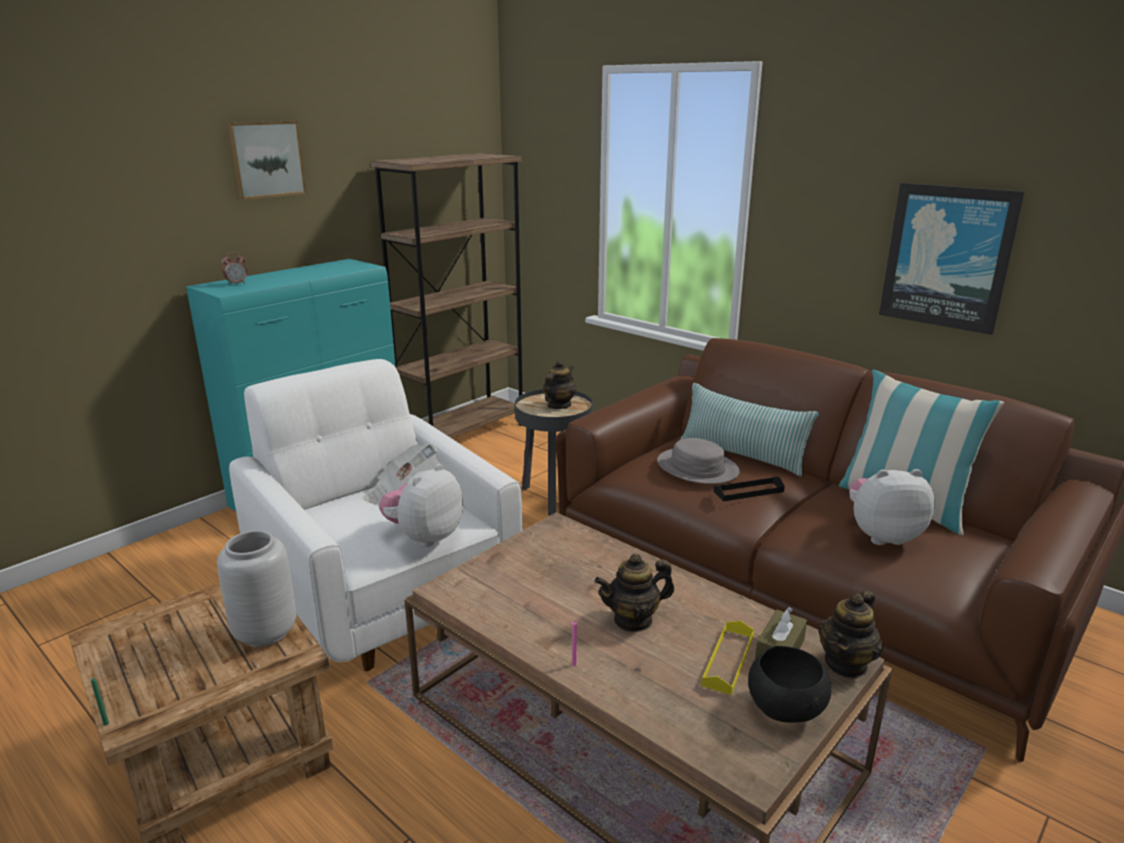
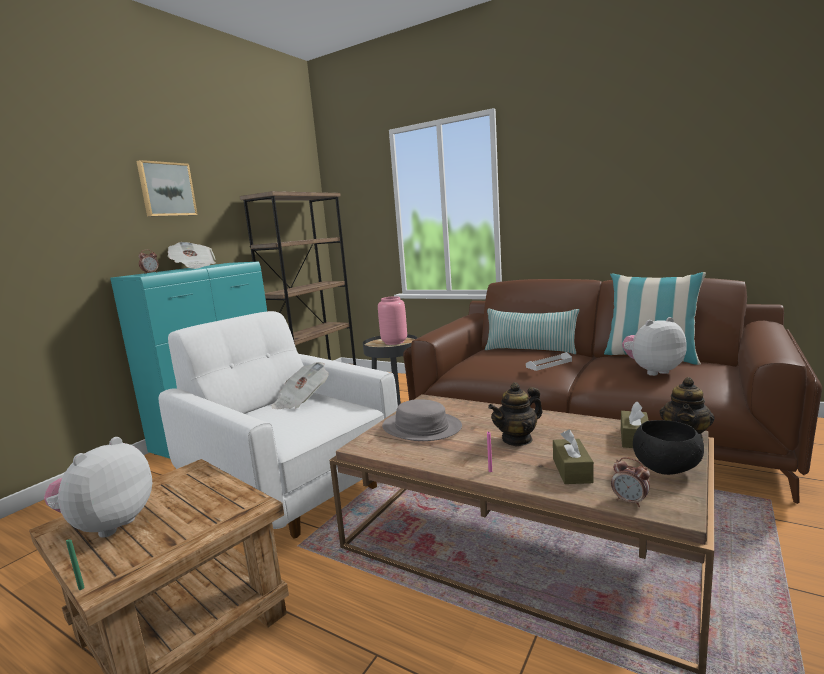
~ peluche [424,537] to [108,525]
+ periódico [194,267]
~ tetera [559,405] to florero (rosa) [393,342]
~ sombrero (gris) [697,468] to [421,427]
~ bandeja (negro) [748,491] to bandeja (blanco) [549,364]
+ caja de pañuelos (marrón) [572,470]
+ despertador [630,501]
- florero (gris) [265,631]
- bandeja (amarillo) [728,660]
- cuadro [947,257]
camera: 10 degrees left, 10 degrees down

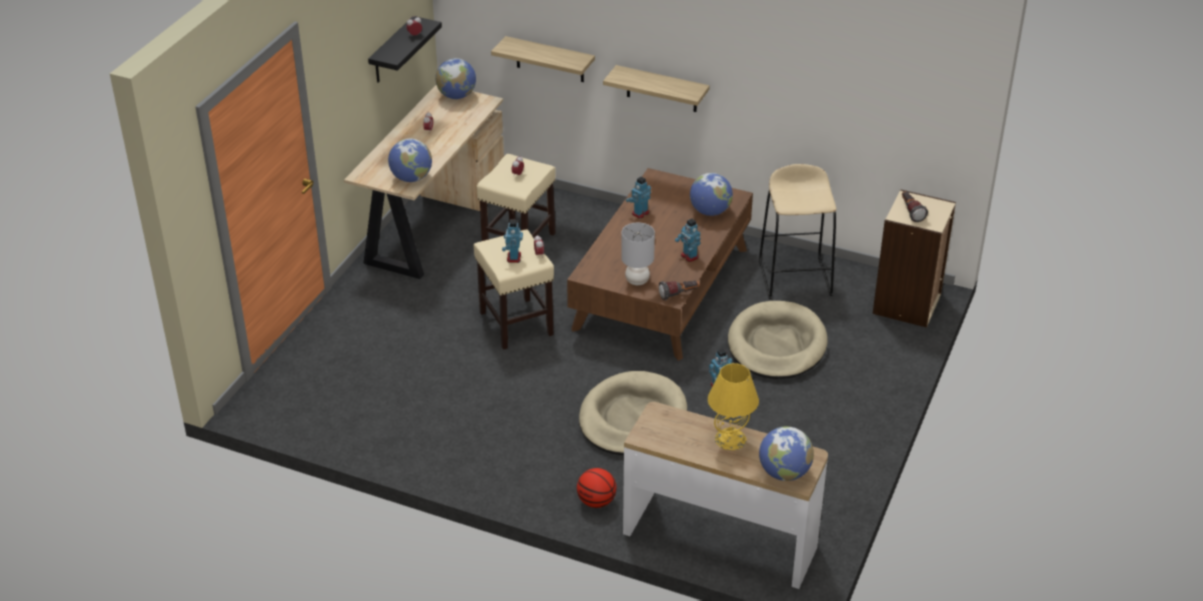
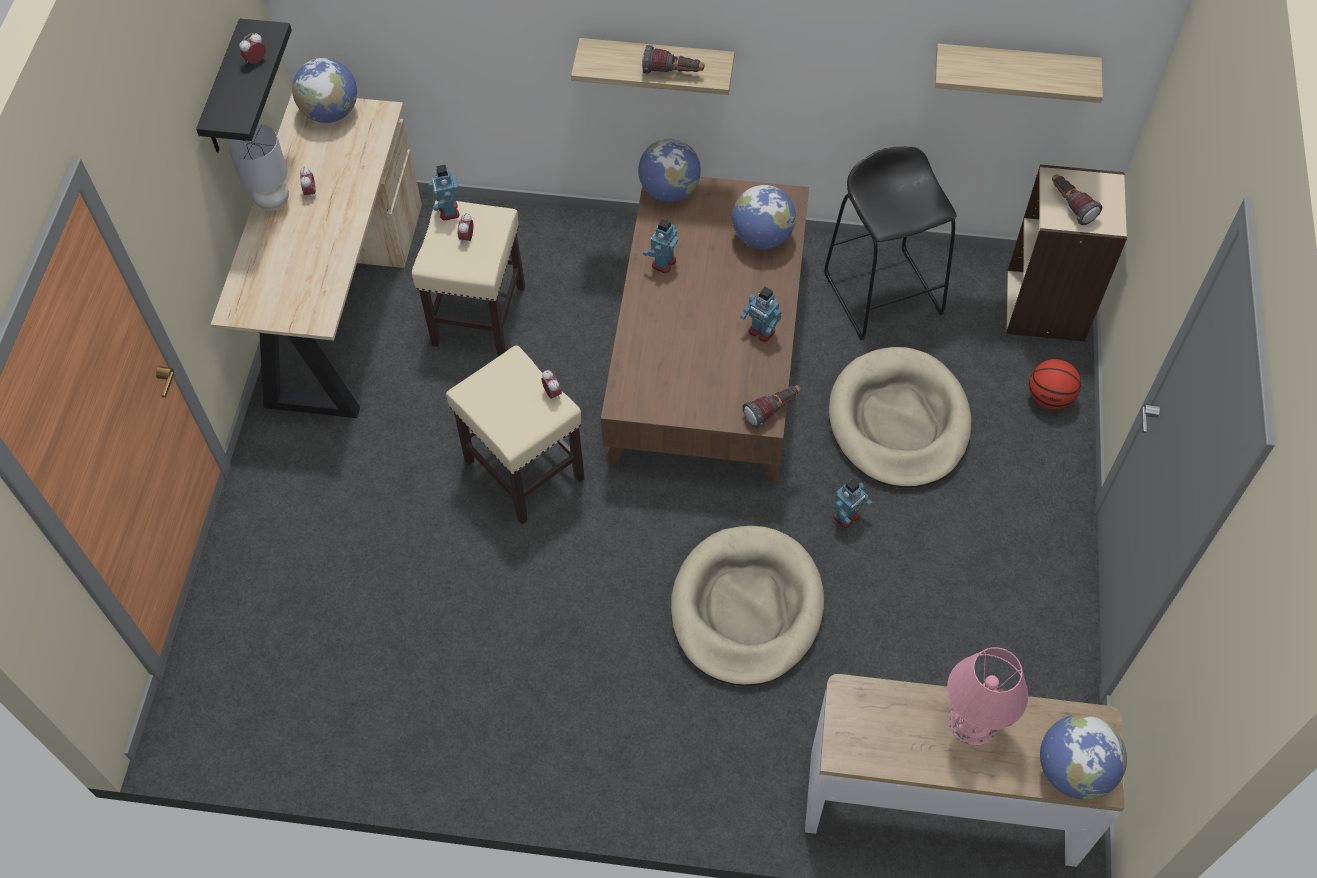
~ lámpara de mesa (gris) [637,281] to [272,202]
~ robot de juguete [513,258] to [448,211]
~ globo terráqueo [411,178] to [669,191]
+ linterna [673,73]
~ taburete (beis) [795,278] to taburete (negro) [883,293]
~ estante [550,60] to [1014,70]
~ lámpara de mesa (amarillo) [730,439] to lámpara de mesa (rosa) [973,721]
~ balón de baloncesto [596,501] to [1049,397]
camera: 15 degrees left, 20 degrees up

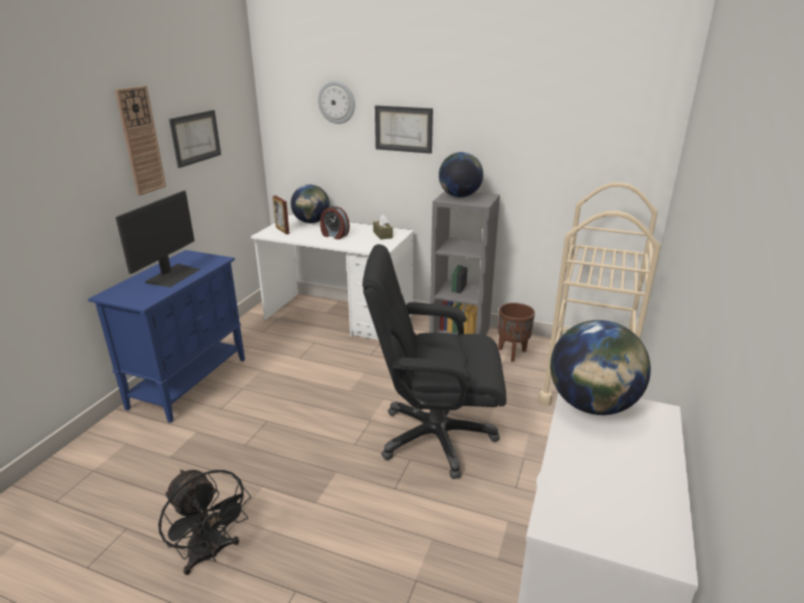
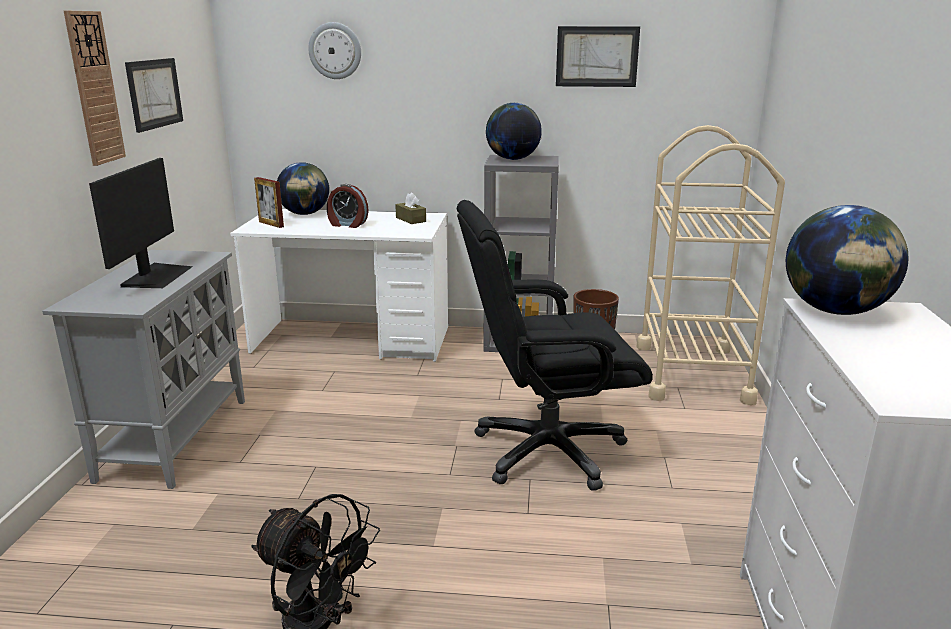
~ armario (azul) [189,382] to armario (gris) [175,437]
~ cuadro [403,129] to [597,56]
camera: 15 degrees left, 5 degrees down

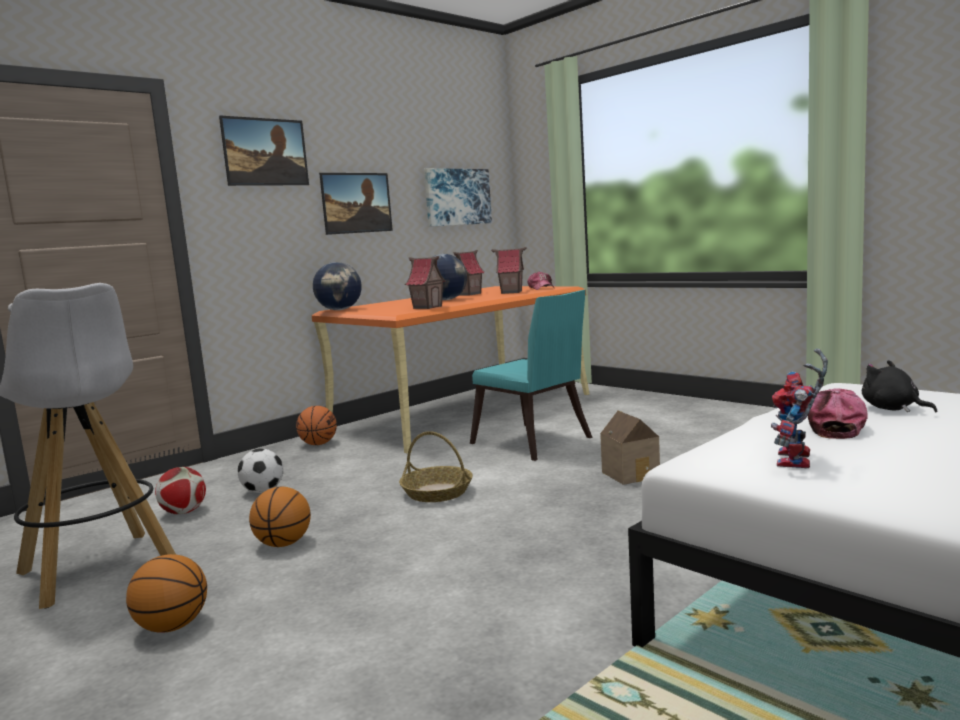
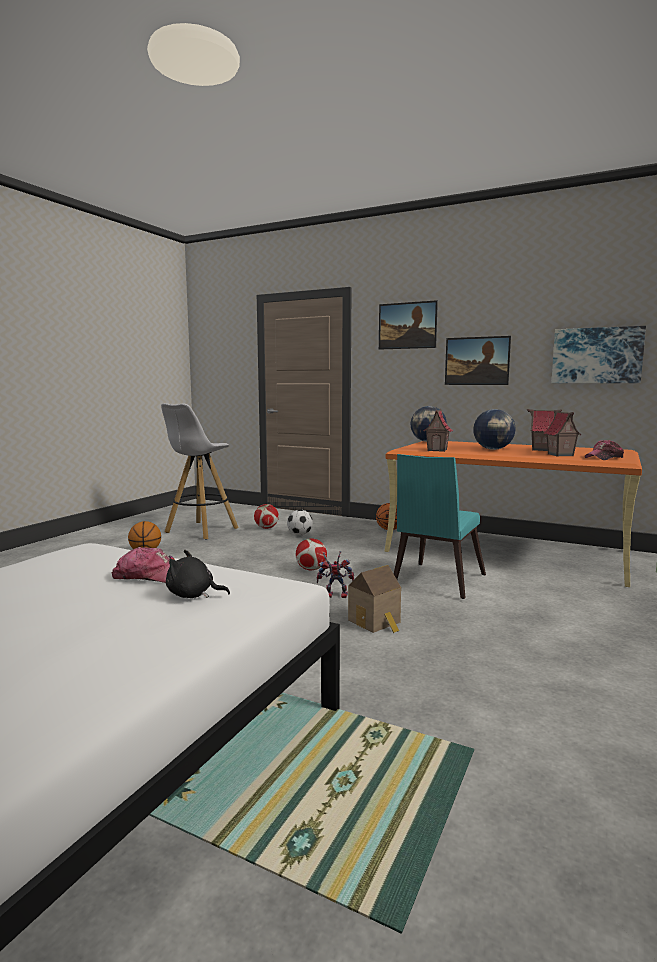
~ peluche (negro) [892,409] = [193,595] 120 degrees counterclockwise
~ cesta [437,492] to balón de fútbol [311,569]
~ robot de juguete [798,462] to [334,596]
- balón de baloncesto [283,544]
camera: 70 degrees right, 0 degrees up

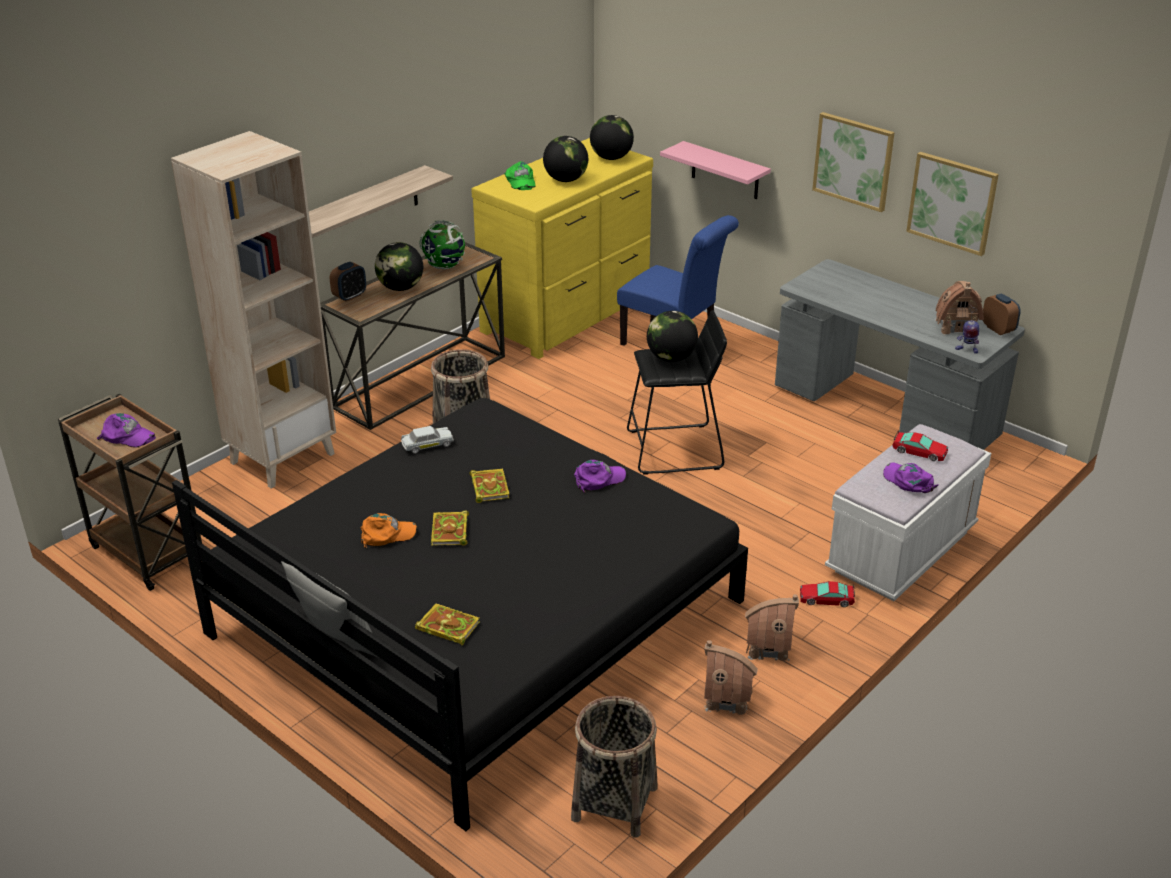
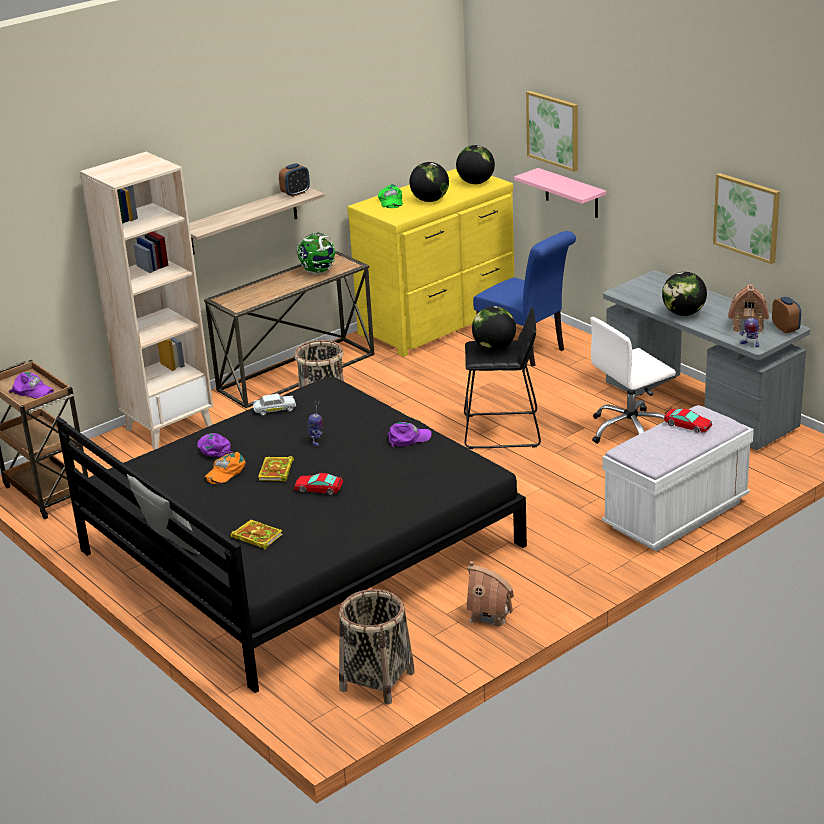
~ gorra (morado) [908,481] to [214,448]
~ gorra (naranja) [387,534] = [225,471] 135 degrees clockwise
~ despertador [350,296] to [295,193]
~ coche de juguete [826,599] to [319,488]
~ libro [489,487] to robot de juguete [316,441]
~ cuadro [853,161] to [553,130]
+ silla de oficina (blanco) [630,430]
~ globo terráqueo [401,288] to [683,313]
- casita [768,646]
camera: 10 degrees right, 5 degrees down

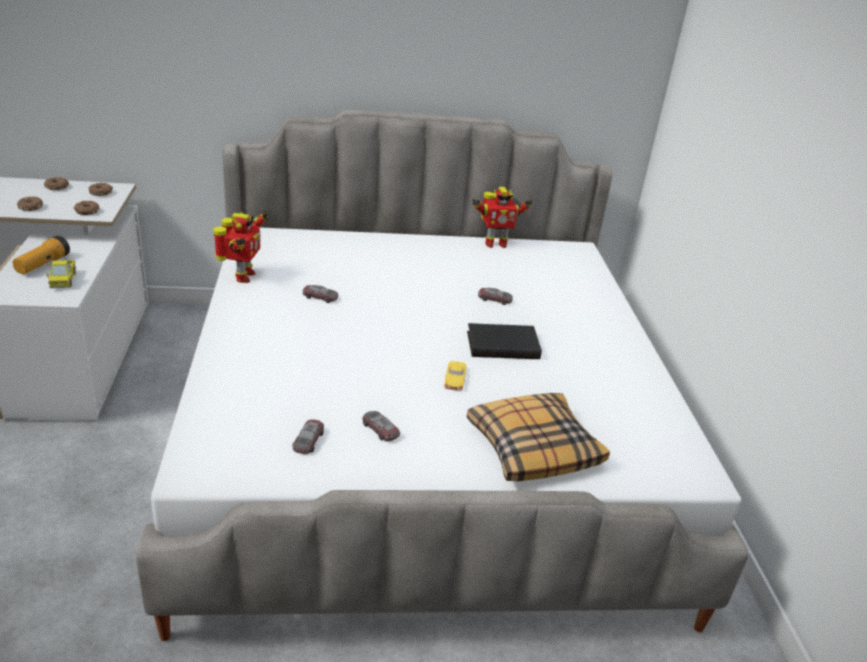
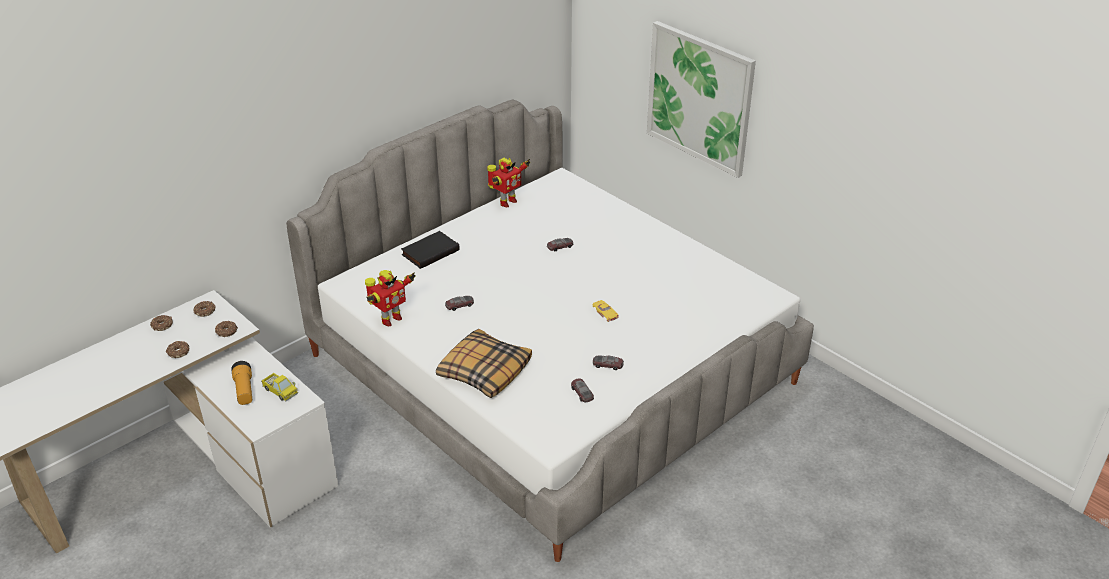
~ robot de juguete [242,277] = [390,319] 75 degrees clockwise
~ libro (negro) [503,344] to [430,252]
~ cojín [533,447] to [484,371]
+ cuadro [699,98]
camera: 35 degrees left, 5 degrees up

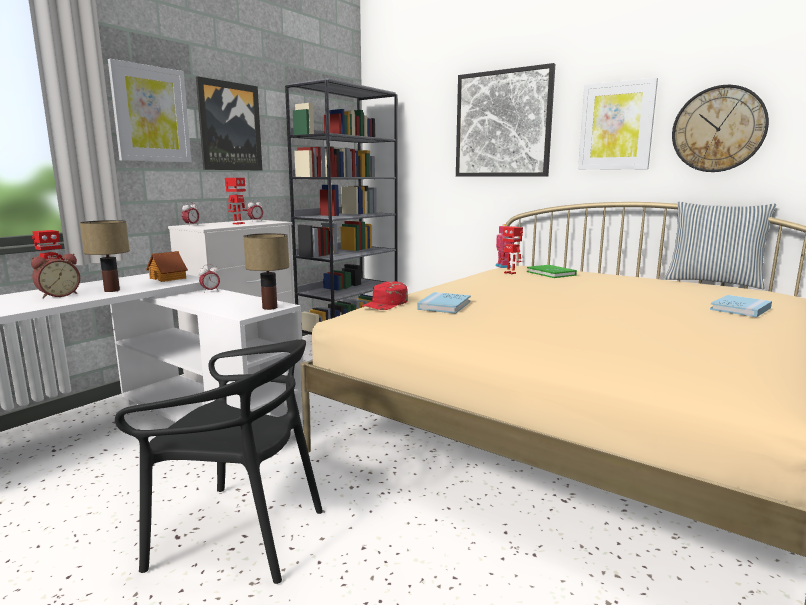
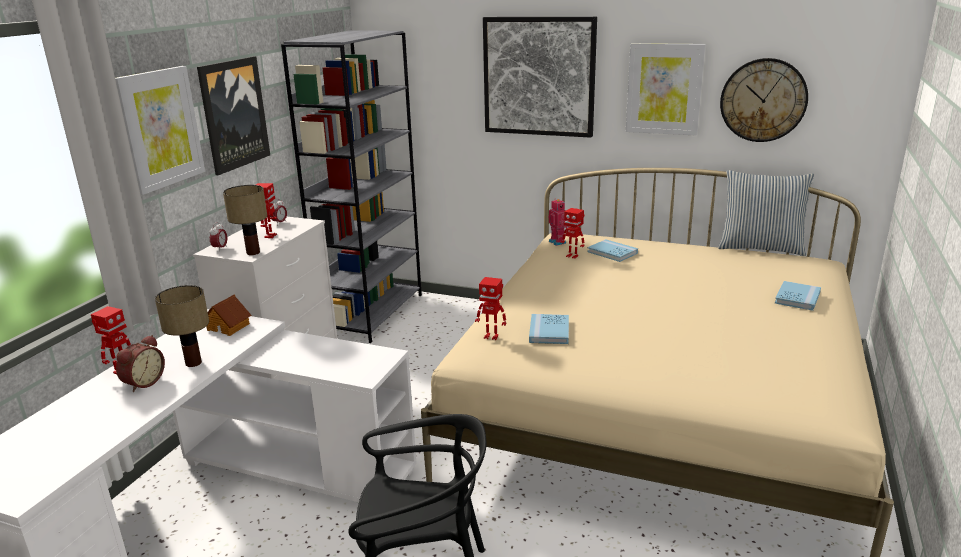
~ lámpara de mesa [269,307] to [252,253]
~ gorra (rojo) [385,304] to robot de juguete [491,336]
~ libro (verde) [551,273] to libro (azul) [612,252]
- despertador [210,291]
camera: 15 degrees left, 10 degrees up

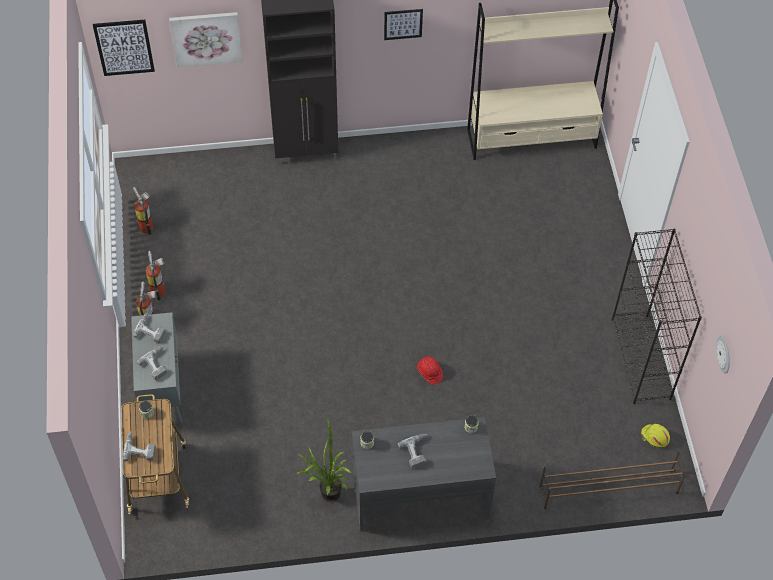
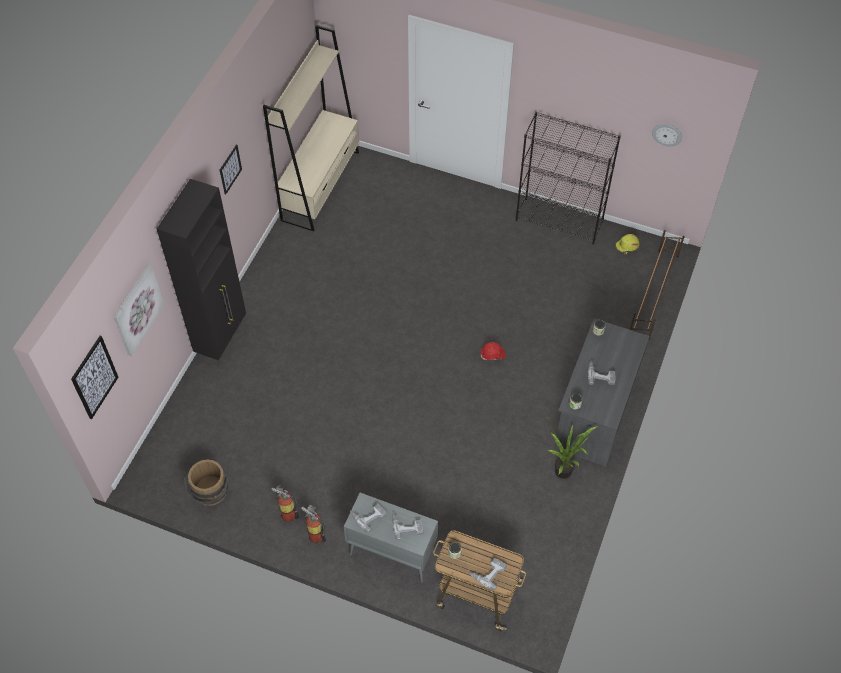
~ extintor [146,225] to cubo (marrón) [210,494]
camera: 60 degrees left, 0 degrees up

